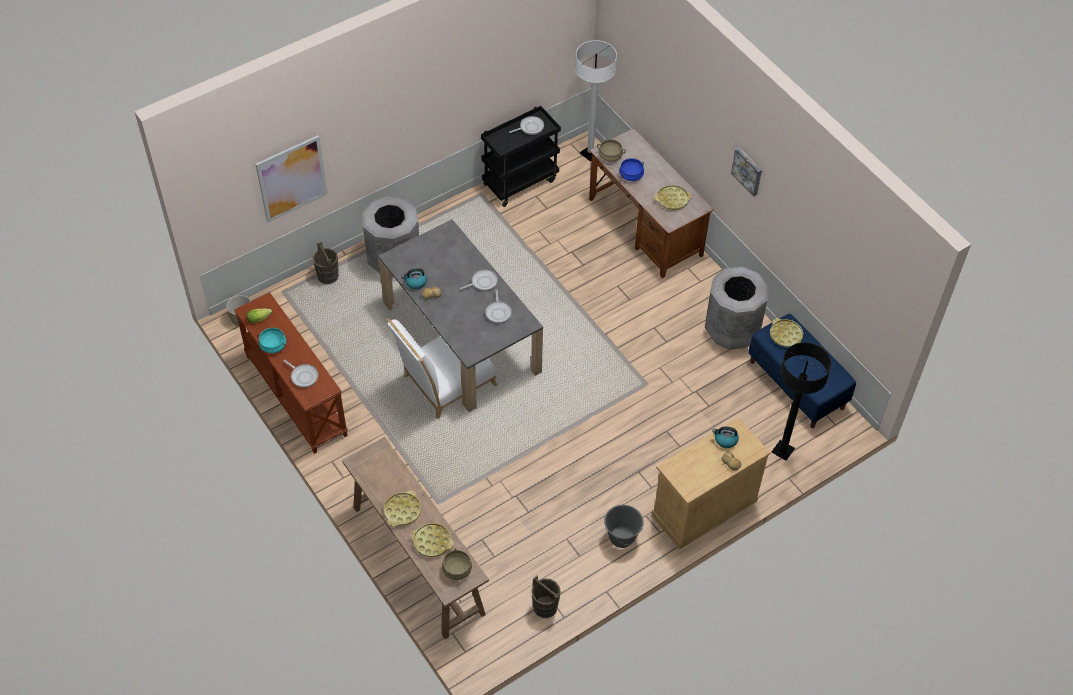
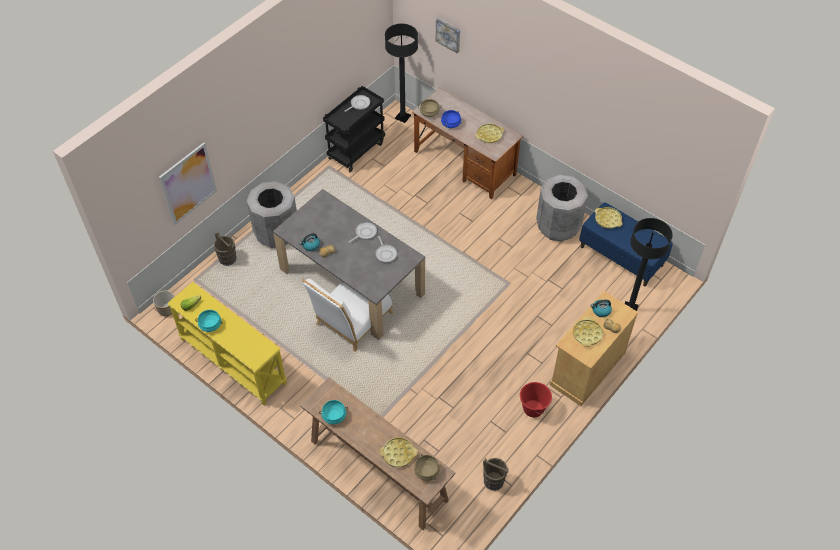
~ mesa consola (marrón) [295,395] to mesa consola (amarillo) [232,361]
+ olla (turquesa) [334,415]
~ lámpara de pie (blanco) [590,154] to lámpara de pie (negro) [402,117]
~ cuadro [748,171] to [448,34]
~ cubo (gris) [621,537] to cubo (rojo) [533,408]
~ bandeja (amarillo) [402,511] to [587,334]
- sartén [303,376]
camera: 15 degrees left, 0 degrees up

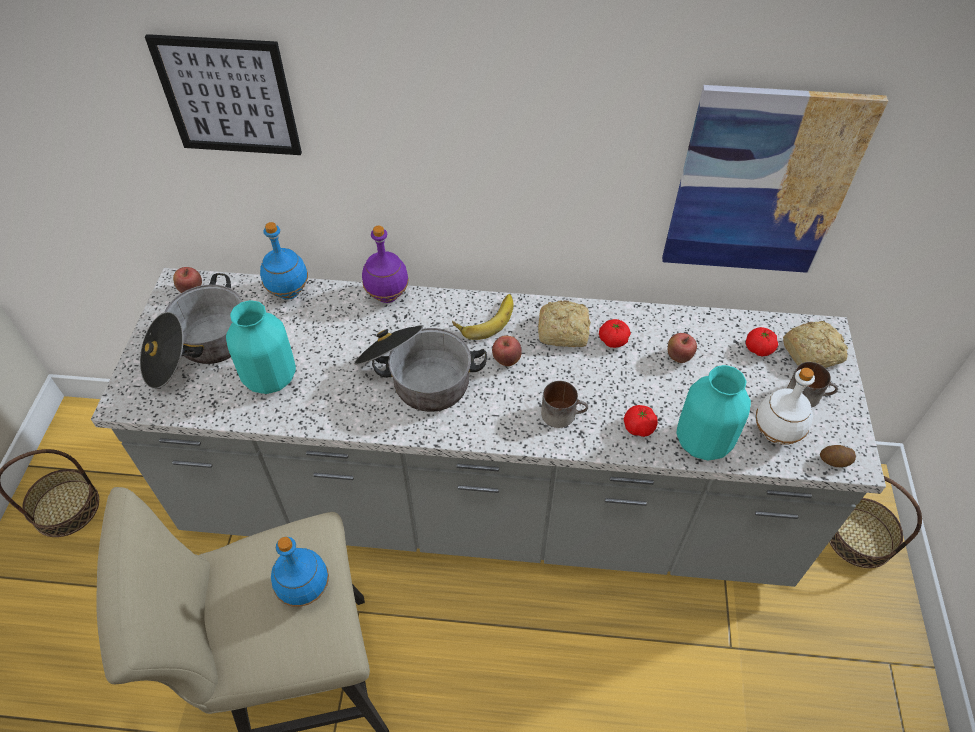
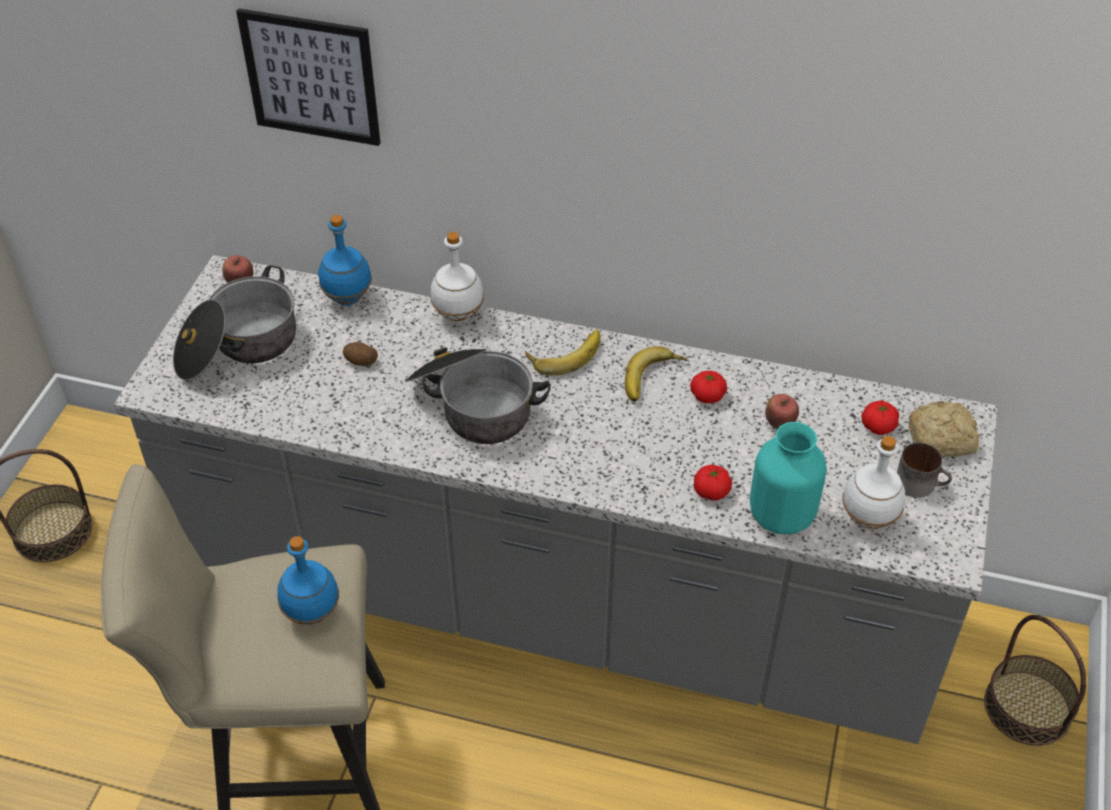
~ patata [834,461] to [360,361]
~ botella (morado) [388,296] to botella (blanco) [459,316]
~ pan [565,332] to plátano [653,380]
- florero (turquesa) [270,378]
- manzana [506,360]
- taza grande [563,413]
- cuadro [761,184]
camera: 10 degrees right, 5 degrees down

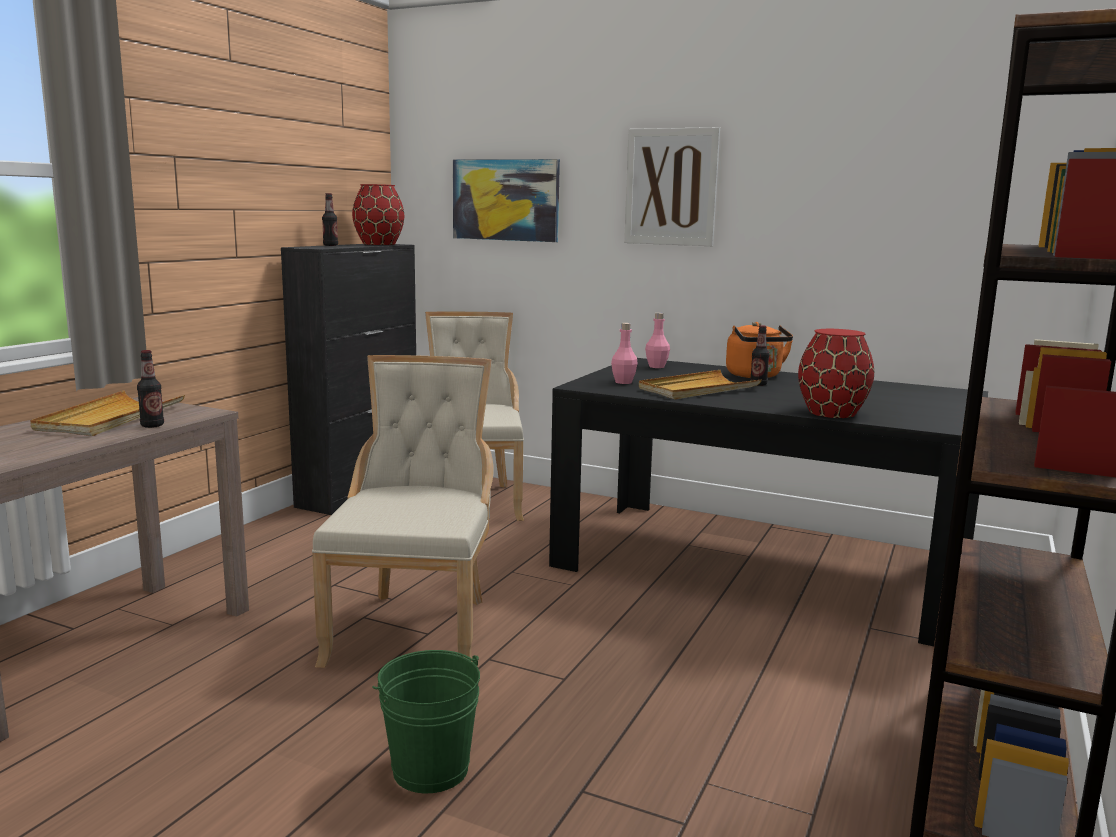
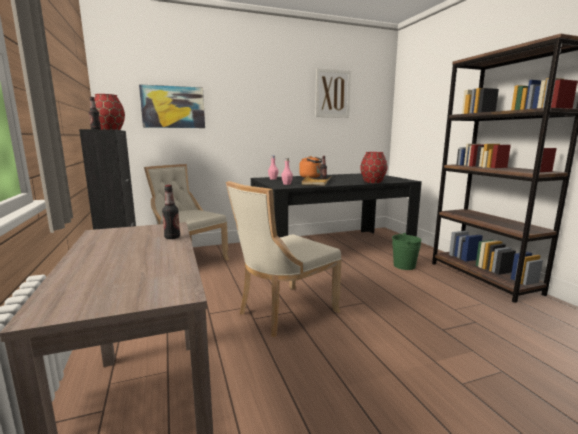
~ silla (beis) [415,629] = [283,312] 90 degrees counterclockwise
~ cuadro [671,187] to [332,93]
~ cubo (verde) [431,769] to [404,266]
- bandeja (beis) [110,418]
camera: 45 degrees left, 0 degrees up

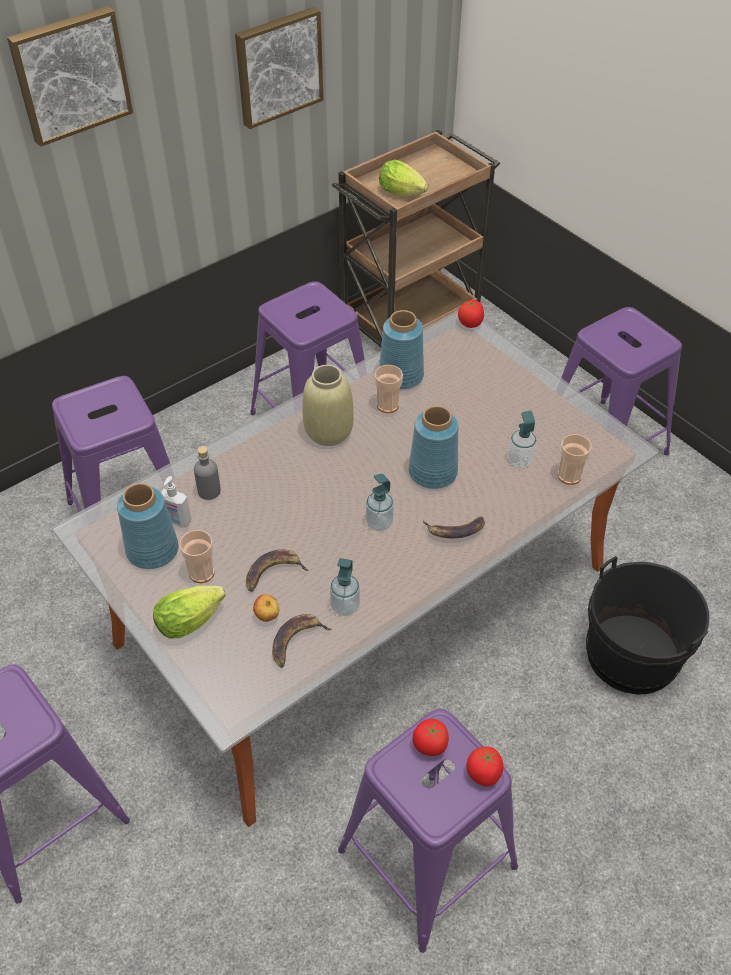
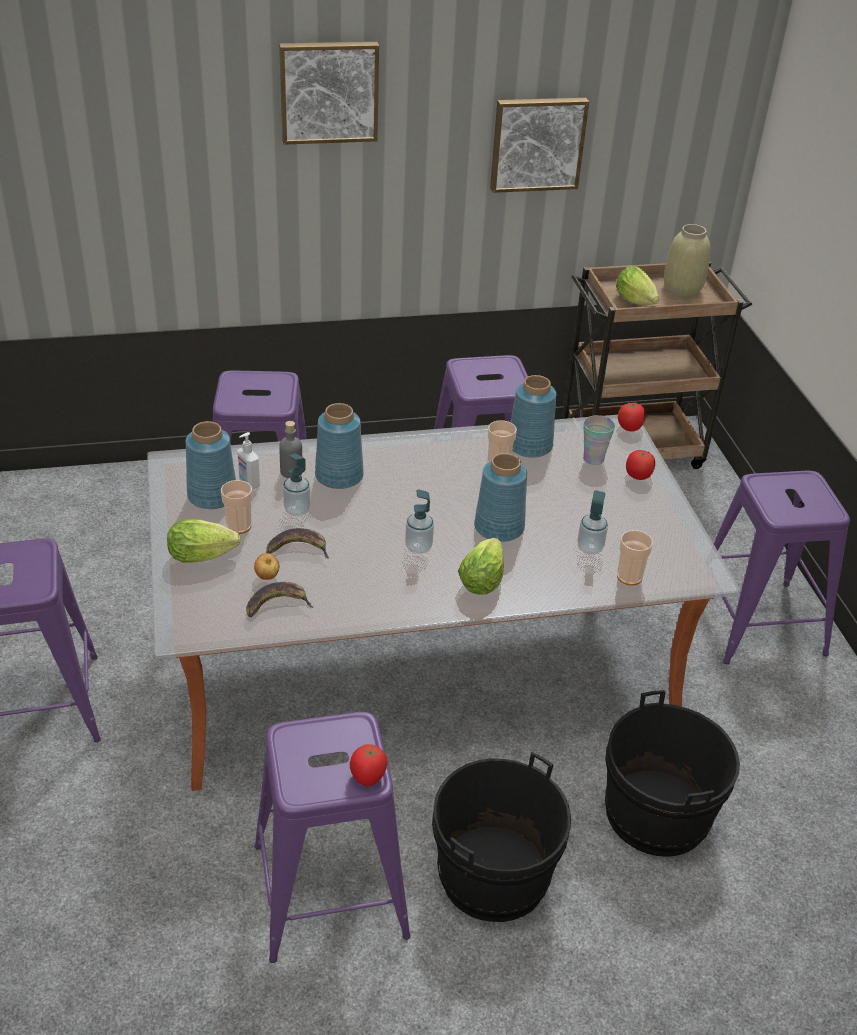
~ dispensador de jabón [345,606] to [297,510]
+ florero (azul) [338,476]
+ cubo (negro) [493,874]
~ plátano [455,531] to lechuga [483,578]
+ taza [593,459]
~ tomate [429,746] to [638,476]
~ florero (beis) [328,432] to [682,289]
camera: 25 degrees right, 10 degrees down

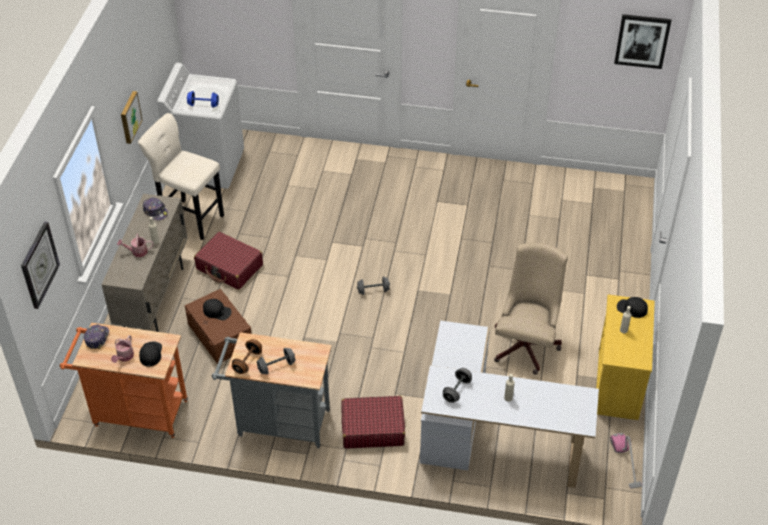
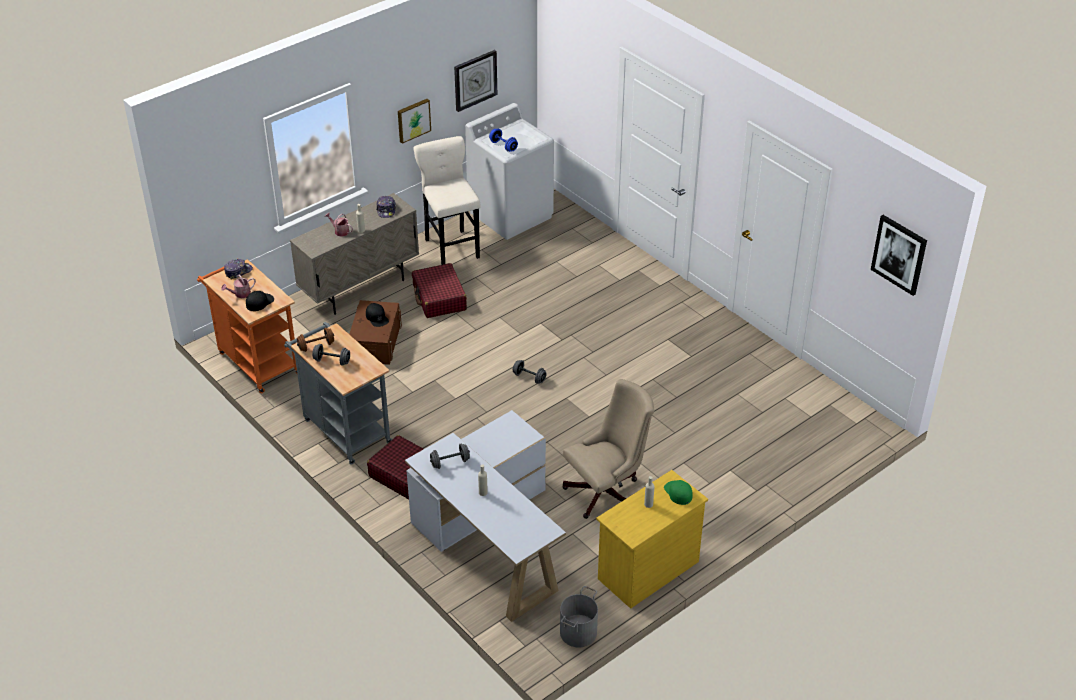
~ reloj de pared [39,265] to [475,80]
~ aspiradora [625,462] to cubo (gris) [577,632]
~ gorra (negro) [631,308] to gorra (verde) [678,492]
camera: 40 degrees right, 5 degrees down

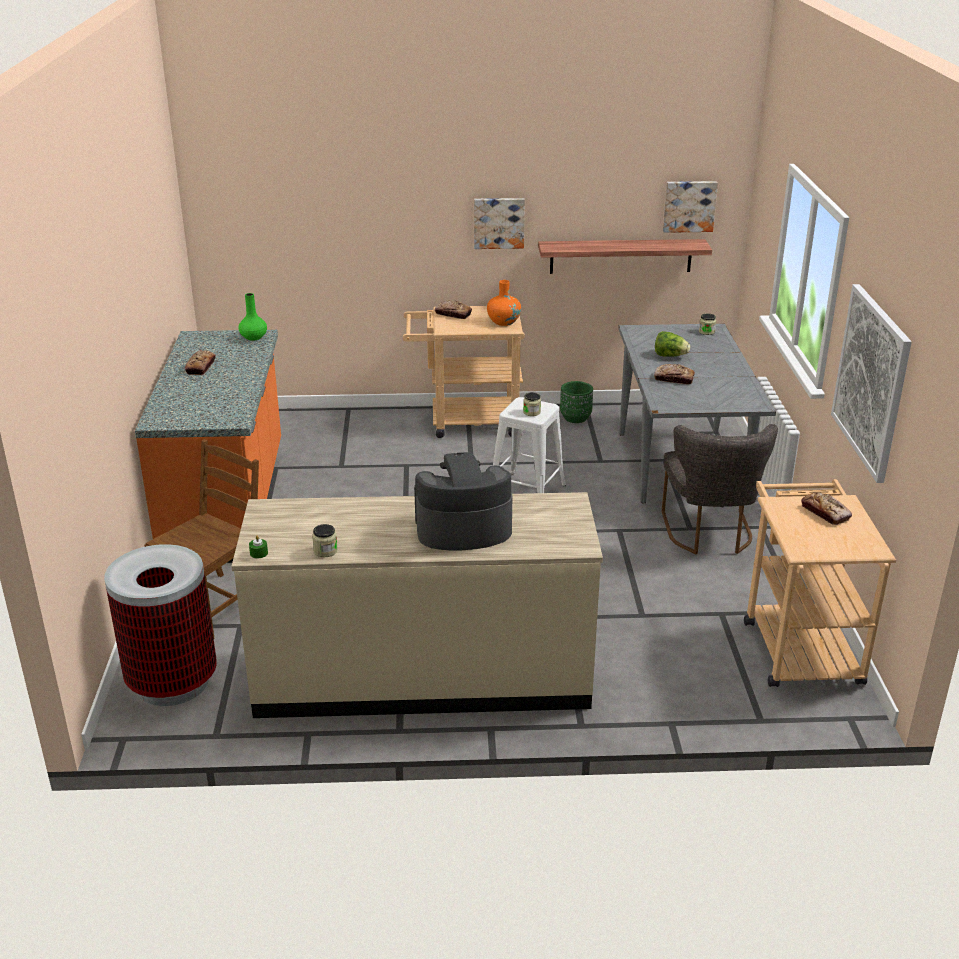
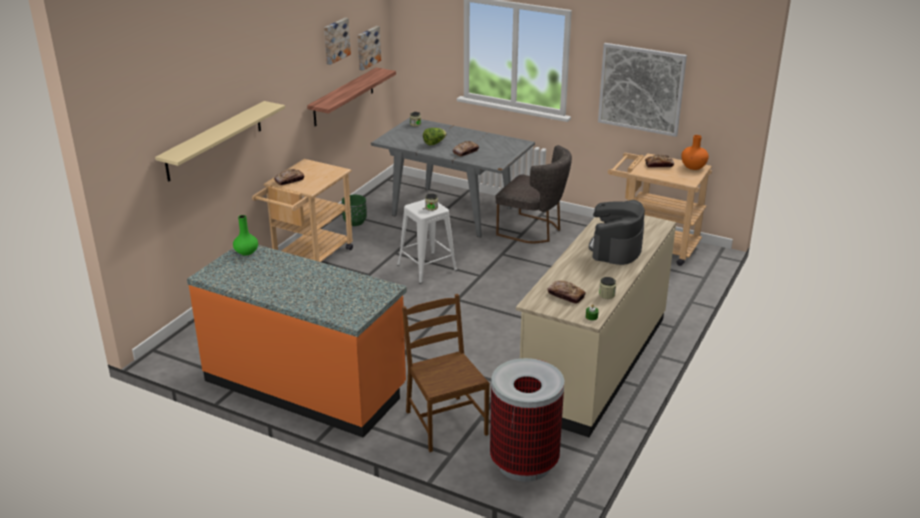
+ estante (beis) [214,140]
~ cuadro [499,222] to [335,40]
~ pan [200,367] to [566,295]
~ florero (naranja) [503,322] to [693,167]
camera: 60 degrees left, 0 degrees up

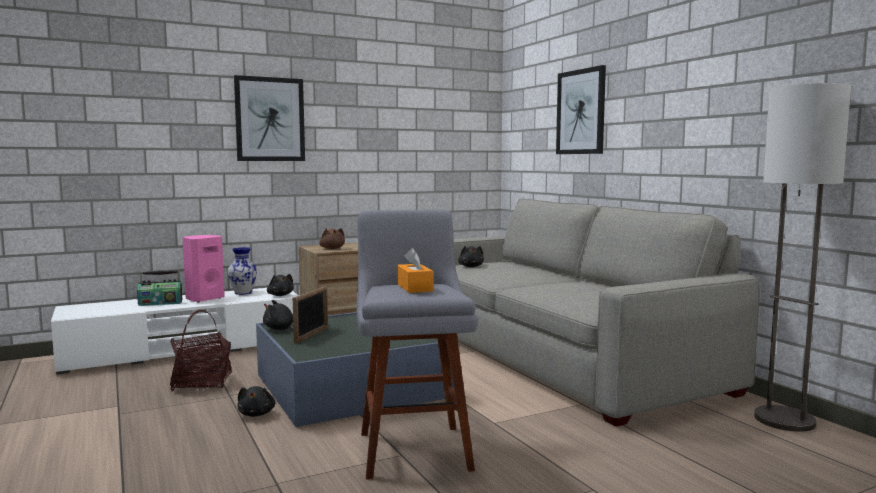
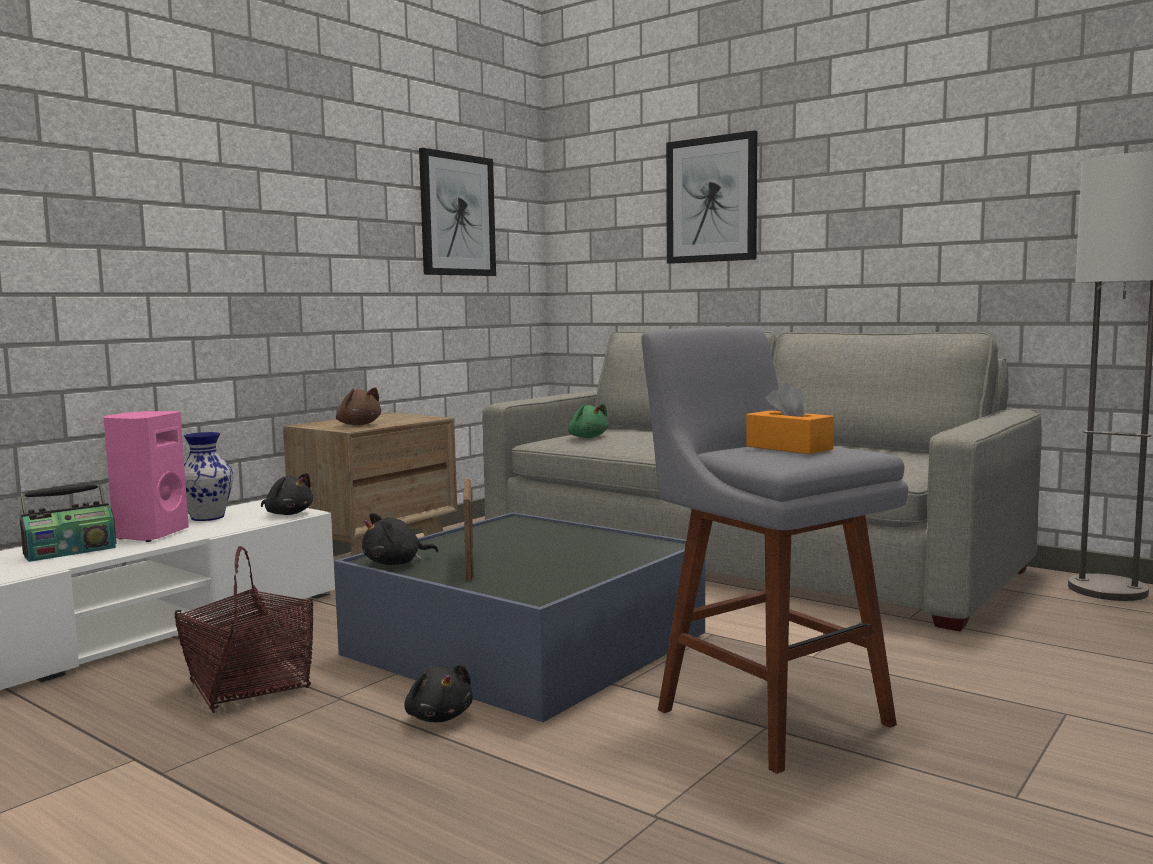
~ cuadro [270,119] to [457,215]
~ peluche (negro) [471,266] to peluche (verde) [587,437]
camera: 25 degrees left, 0 degrees up

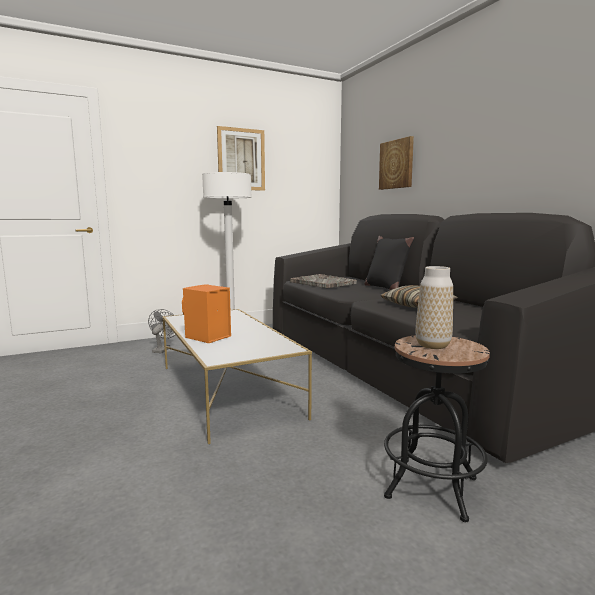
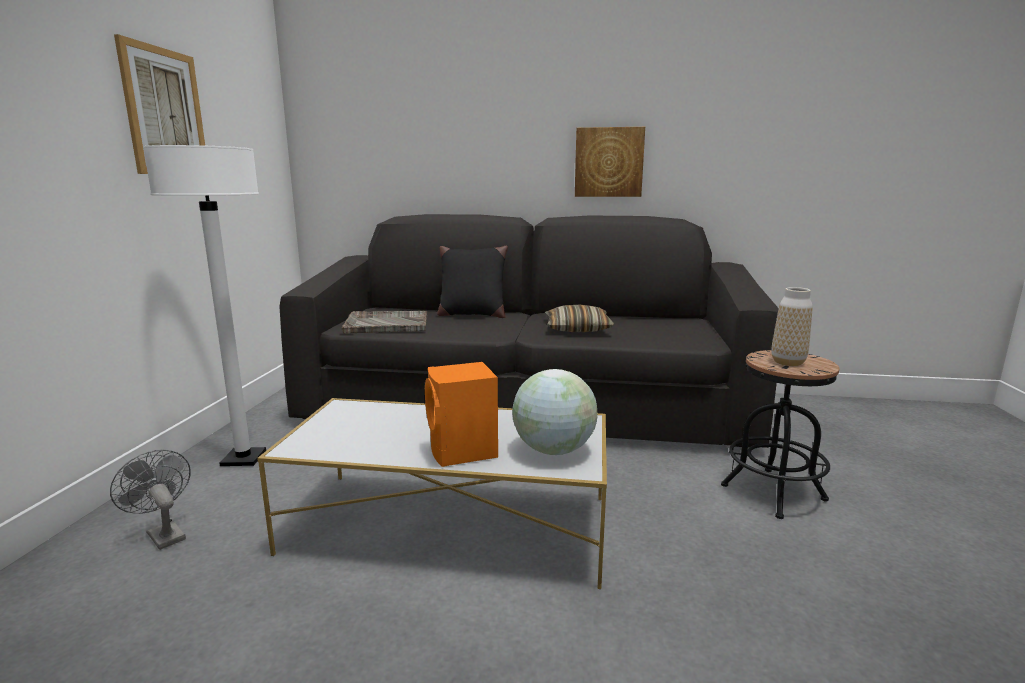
+ globo terráqueo [554,450]
~ cuadro [397,164] to [609,162]
camera: 55 degrees left, 5 degrees up

